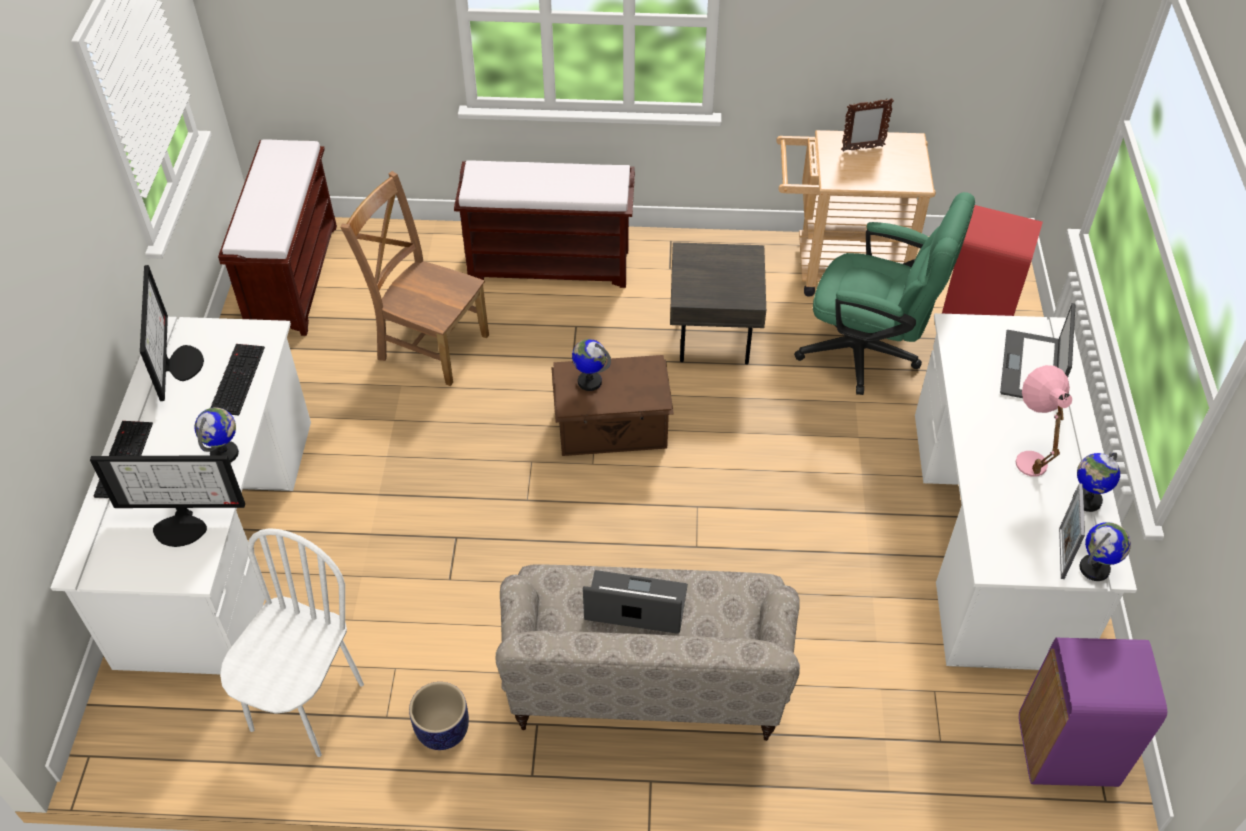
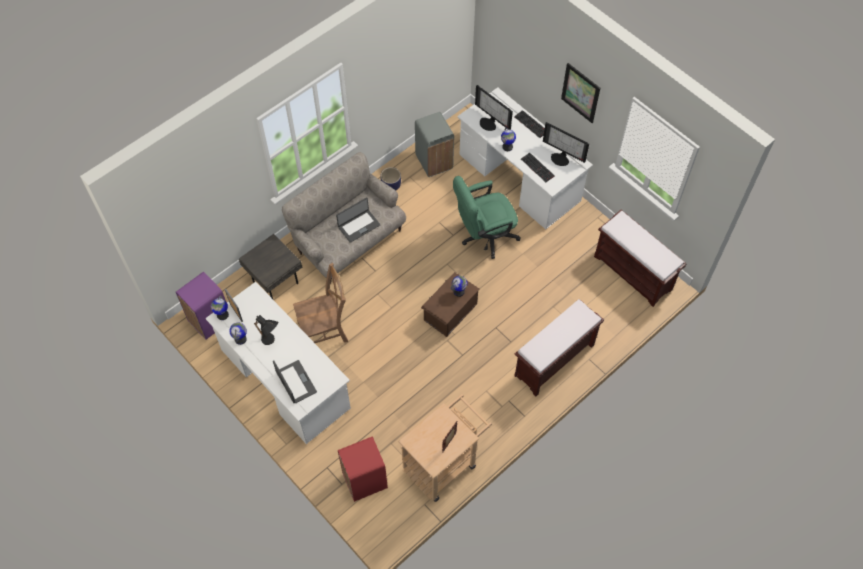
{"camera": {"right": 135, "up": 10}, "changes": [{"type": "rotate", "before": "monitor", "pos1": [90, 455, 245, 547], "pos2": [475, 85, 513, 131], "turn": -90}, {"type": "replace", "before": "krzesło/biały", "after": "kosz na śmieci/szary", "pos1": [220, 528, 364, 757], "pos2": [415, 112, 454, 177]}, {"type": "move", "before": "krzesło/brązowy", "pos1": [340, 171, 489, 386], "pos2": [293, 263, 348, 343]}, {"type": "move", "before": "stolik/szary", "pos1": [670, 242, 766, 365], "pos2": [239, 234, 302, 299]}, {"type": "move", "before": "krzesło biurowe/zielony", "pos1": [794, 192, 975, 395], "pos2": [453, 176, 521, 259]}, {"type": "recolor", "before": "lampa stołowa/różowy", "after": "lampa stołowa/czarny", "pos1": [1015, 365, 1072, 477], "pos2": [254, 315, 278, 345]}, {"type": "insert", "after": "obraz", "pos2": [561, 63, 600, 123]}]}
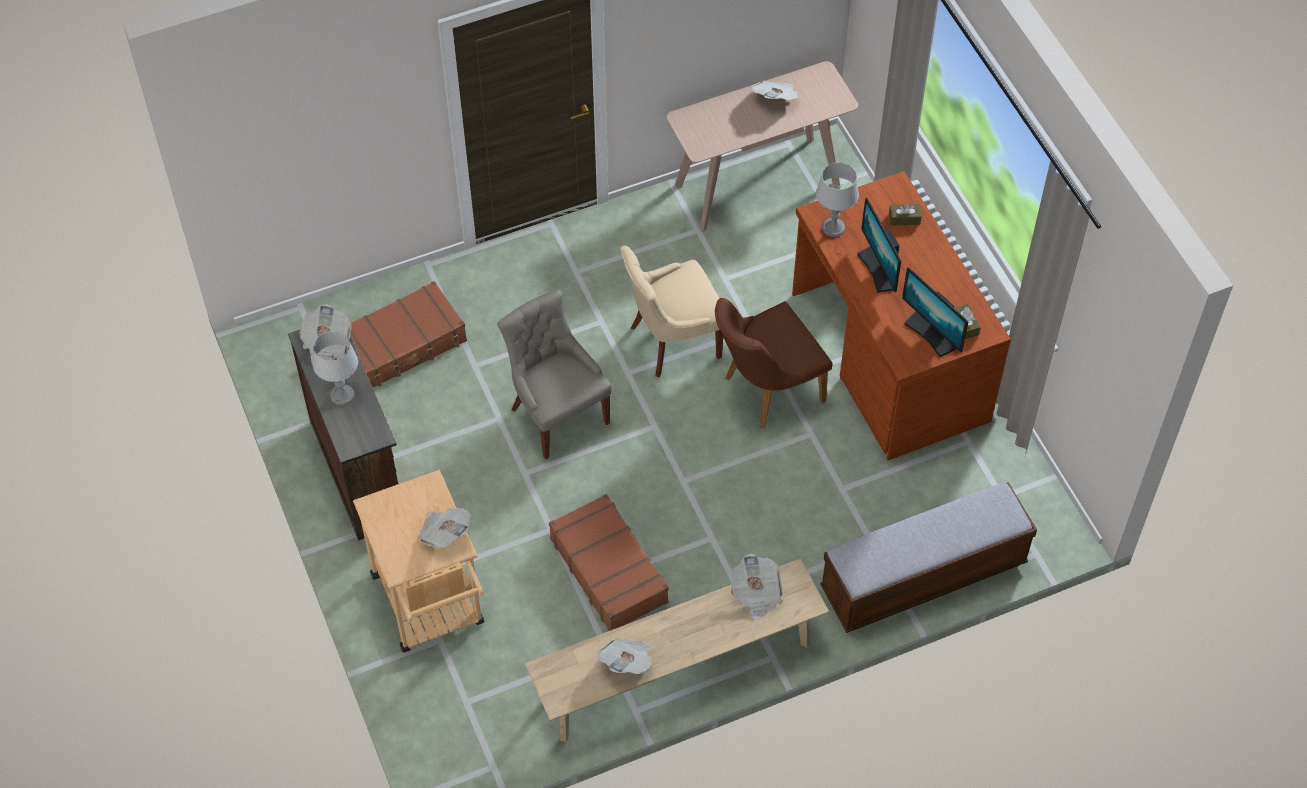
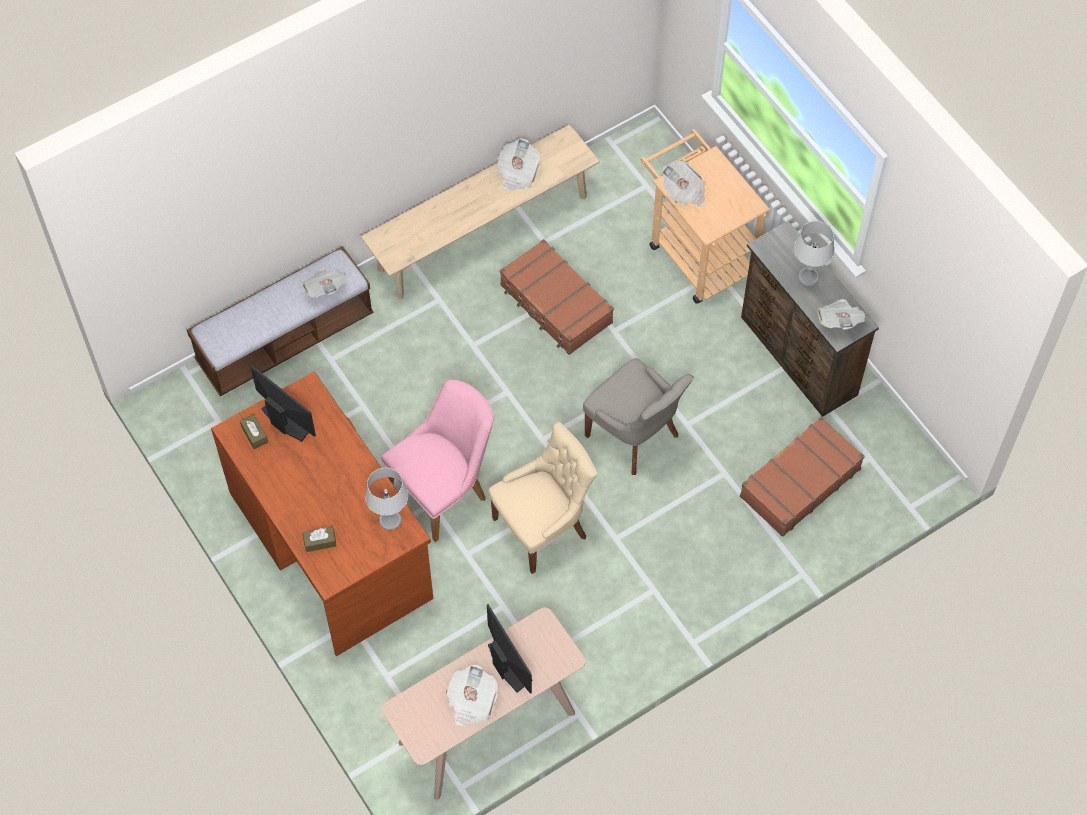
{"camera": {"right": 170, "up": 5}, "changes": [{"type": "recolor", "before": "krzesło/brązowy", "after": "krzesło/różowy", "pos1": [715, 298, 833, 428], "pos2": [381, 380, 493, 542]}, {"type": "move", "before": "gazeta", "pos1": [731, 553, 783, 620], "pos2": [302, 267, 347, 298]}, {"type": "move", "before": "monitor", "pos1": [857, 197, 901, 293], "pos2": [487, 604, 533, 694]}]}
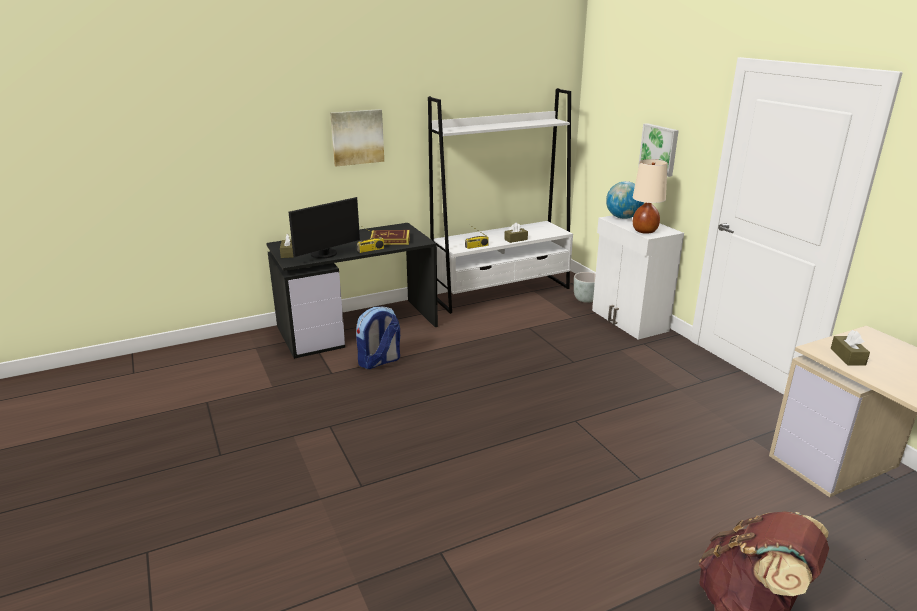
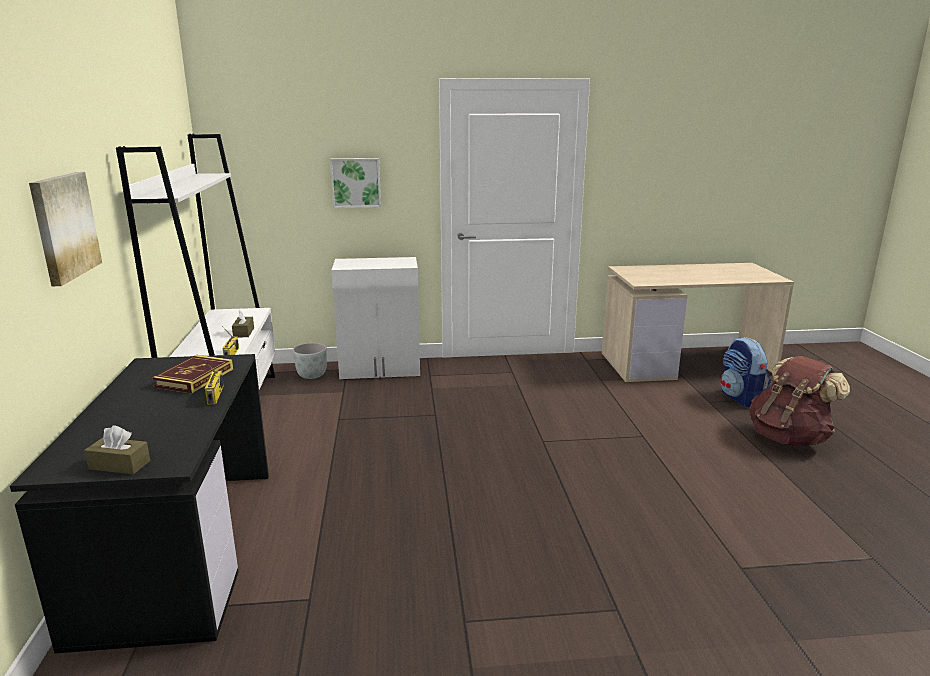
{"camera": {"right": -70, "up": -5}, "changes": [{"type": "delete", "before": "monitor", "pos1": [288, 197, 360, 259]}, {"type": "move", "before": "plecak", "pos1": [356, 307, 400, 369], "pos2": [720, 337, 771, 408]}, {"type": "delete", "before": "globus", "pos1": [606, 181, 644, 219]}, {"type": "delete", "before": "lampa stołowa/beżowy", "pos1": [633, 159, 668, 234]}, {"type": "delete", "before": "pudełko chusteczek/brązowy", "pos1": [831, 330, 870, 366]}]}
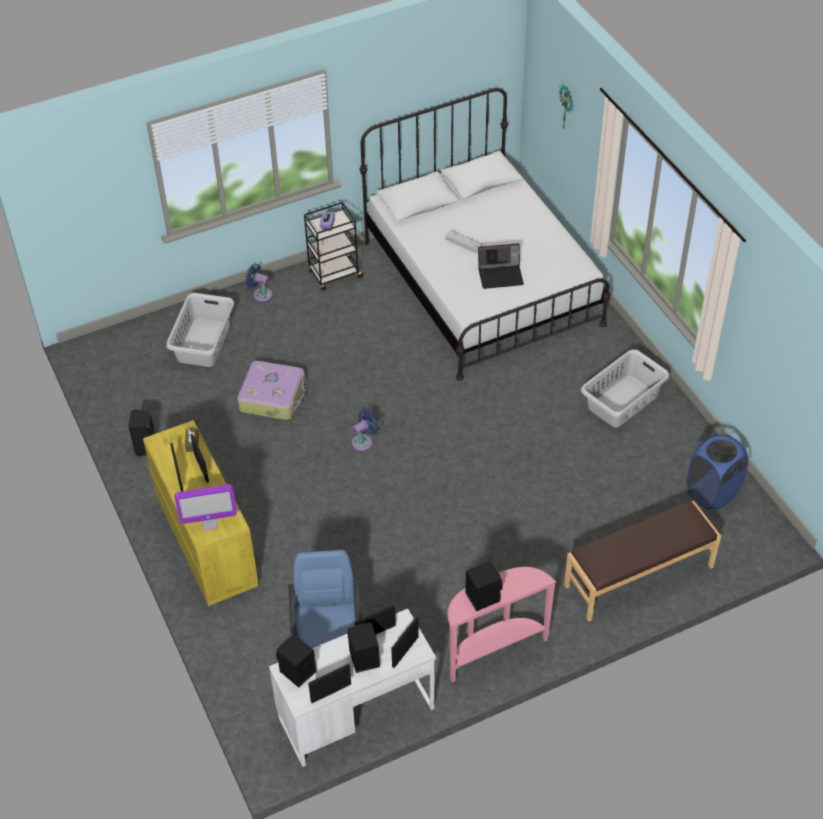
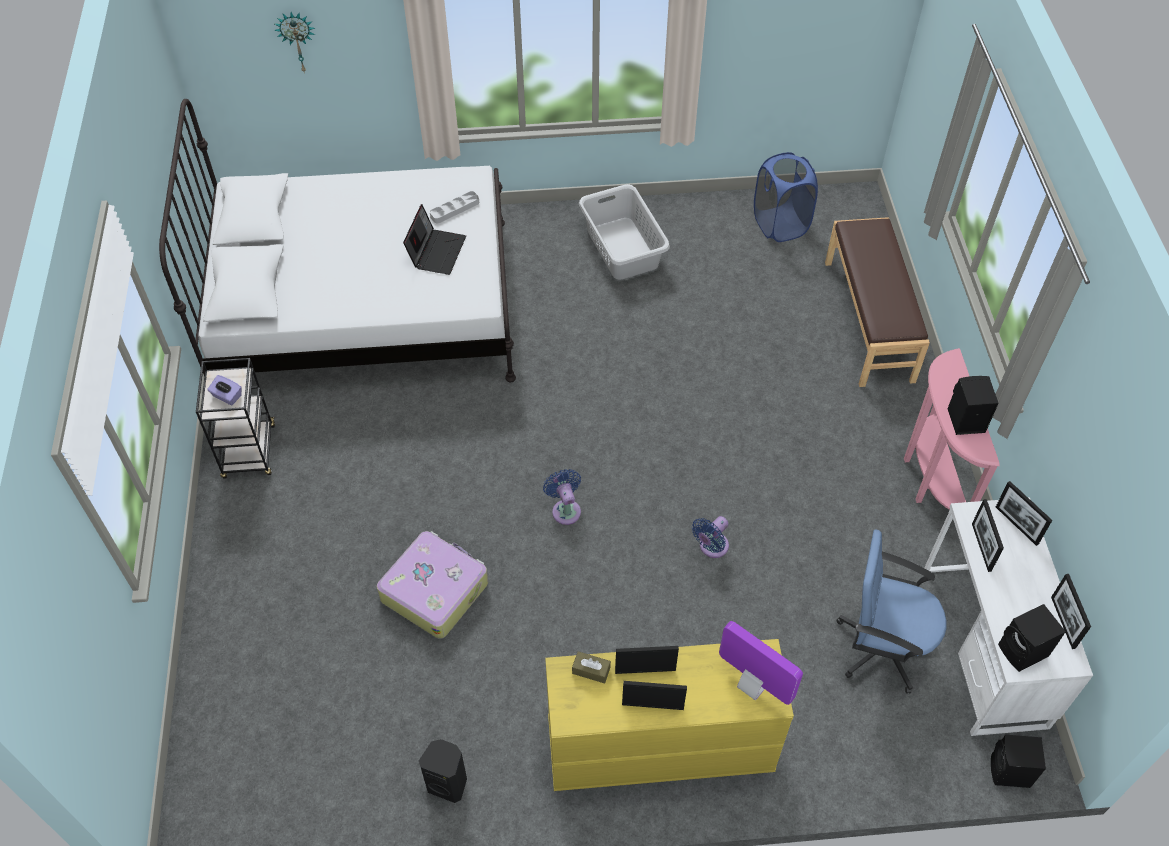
{"camera": {"right": -70, "up": 5}, "changes": [{"type": "delete", "before": "kosz na pranie/szary", "pos1": [166, 293, 234, 367]}, {"type": "rotate", "before": "monitor", "pos1": [174, 484, 237, 531], "pos2": [719, 621, 803, 705], "turn": -60}, {"type": "move", "before": "wentylator/niebieski", "pos1": [245, 264, 273, 302], "pos2": [692, 516, 729, 558]}, {"type": "move", "before": "głośnik/czarny", "pos1": [348, 623, 380, 673], "pos2": [991, 734, 1046, 788]}, {"type": "move", "before": "taca/szary", "pos1": [446, 230, 482, 253], "pos2": [430, 191, 479, 223]}]}
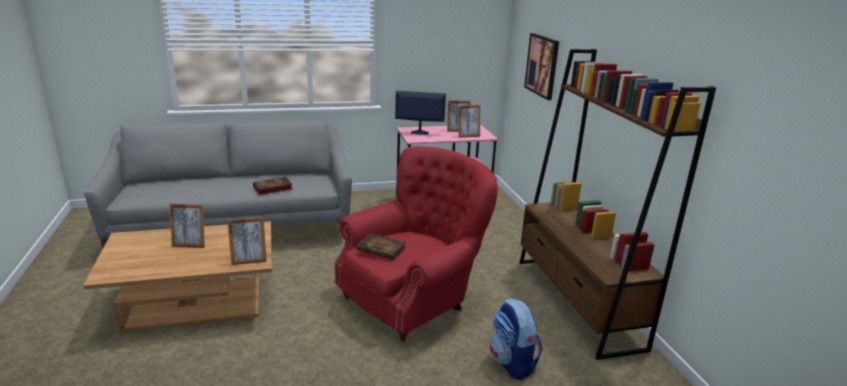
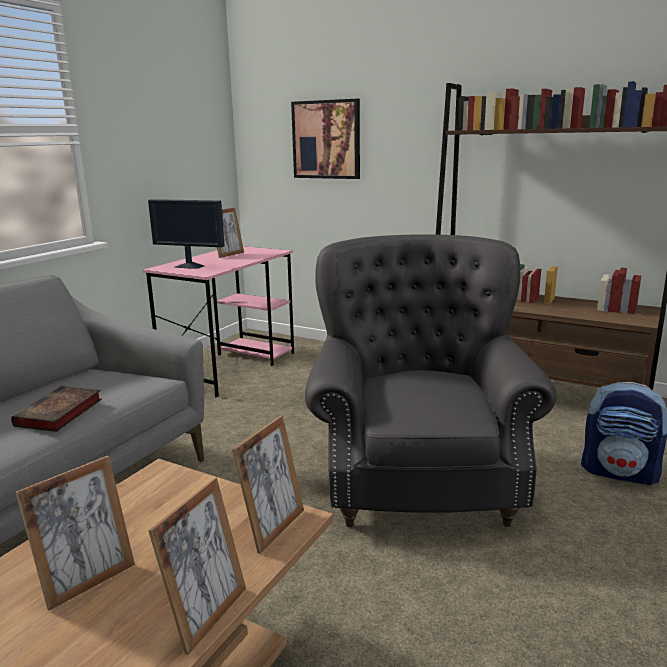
{"camera": {"right": -45, "up": -5}, "changes": [{"type": "recolor", "before": "fotel/czerwony", "after": "fotel/szary", "pos1": [335, 146, 498, 342], "pos2": [305, 234, 557, 527]}, {"type": "delete", "before": "książka", "pos1": [356, 233, 406, 260]}, {"type": "rotate", "before": "monitor", "pos1": [395, 91, 446, 135], "pos2": [148, 199, 225, 269], "turn": -120}, {"type": "move", "before": "ramka na zdjęcie", "pos1": [458, 105, 480, 138], "pos2": [148, 477, 246, 655]}]}
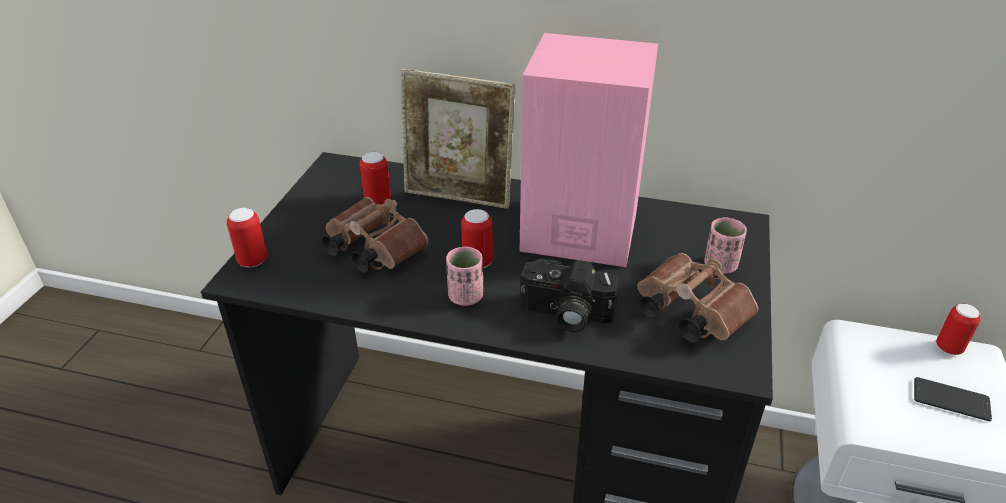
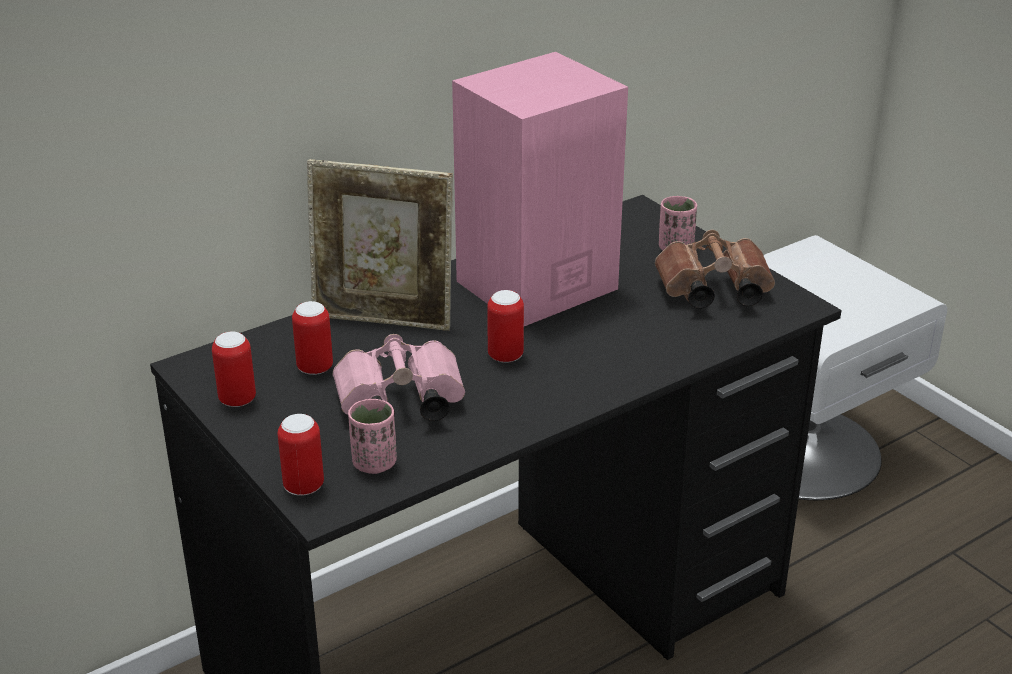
{"camera": {"right": -50, "up": -5}, "changes": [{"type": "recolor", "before": "lornetka/brązowy", "after": "lornetka/różowy", "pos1": [322, 197, 429, 273], "pos2": [333, 334, 465, 421]}, {"type": "rotate", "before": "ramka na zdjęcie", "pos1": [400, 68, 516, 209], "pos2": [307, 159, 453, 331], "turn": 45}, {"type": "move", "before": "filiżanka/różowy", "pos1": [446, 247, 483, 306], "pos2": [348, 399, 397, 474]}, {"type": "delete", "before": "aparat fotograficzny", "pos1": [520, 259, 619, 332]}, {"type": "delete", "before": "telefon", "pos1": [914, 377, 992, 421]}, {"type": "move", "before": "puszka", "pos1": [936, 304, 981, 355], "pos2": [212, 332, 256, 407]}]}
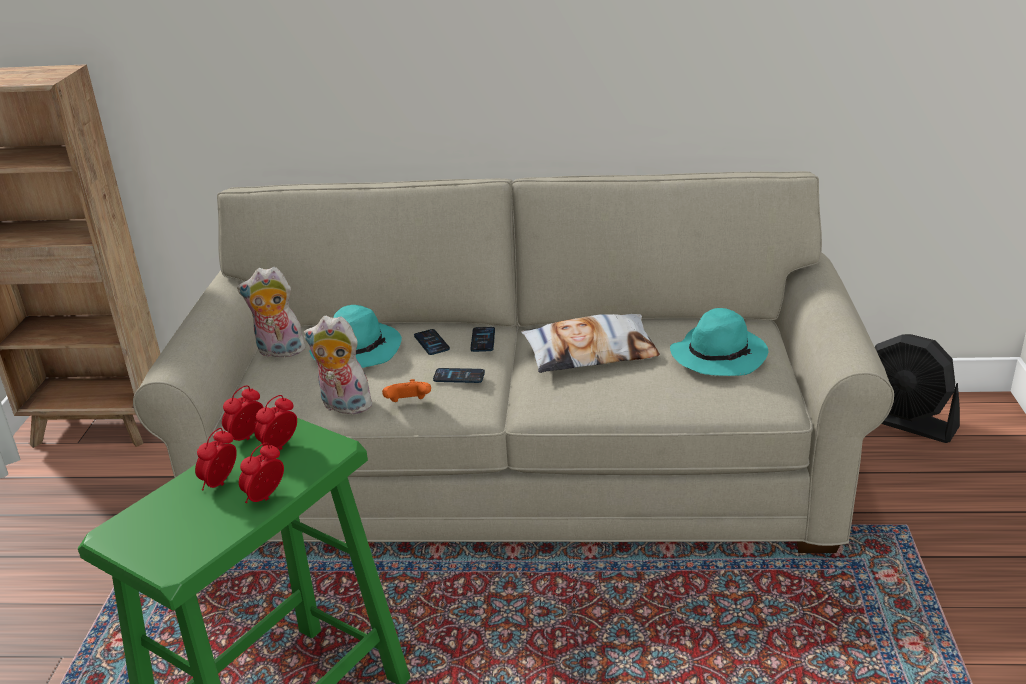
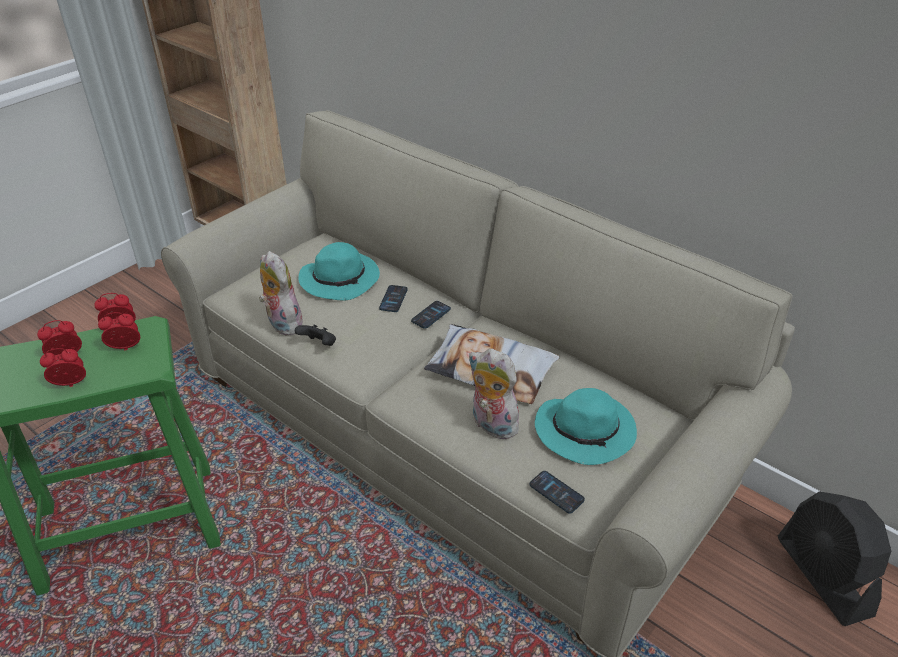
{"camera": {"right": 35, "up": 10}, "changes": [{"type": "move", "before": "pluszak", "pos1": [237, 267, 306, 357], "pos2": [469, 348, 525, 439]}, {"type": "recolor", "before": "pad do gier/pomarańczowy", "after": "pad do gier/czarny", "pos1": [382, 379, 431, 402], "pos2": [295, 325, 336, 346]}, {"type": "move", "before": "telefon", "pos1": [433, 368, 485, 383], "pos2": [529, 471, 585, 514]}]}
